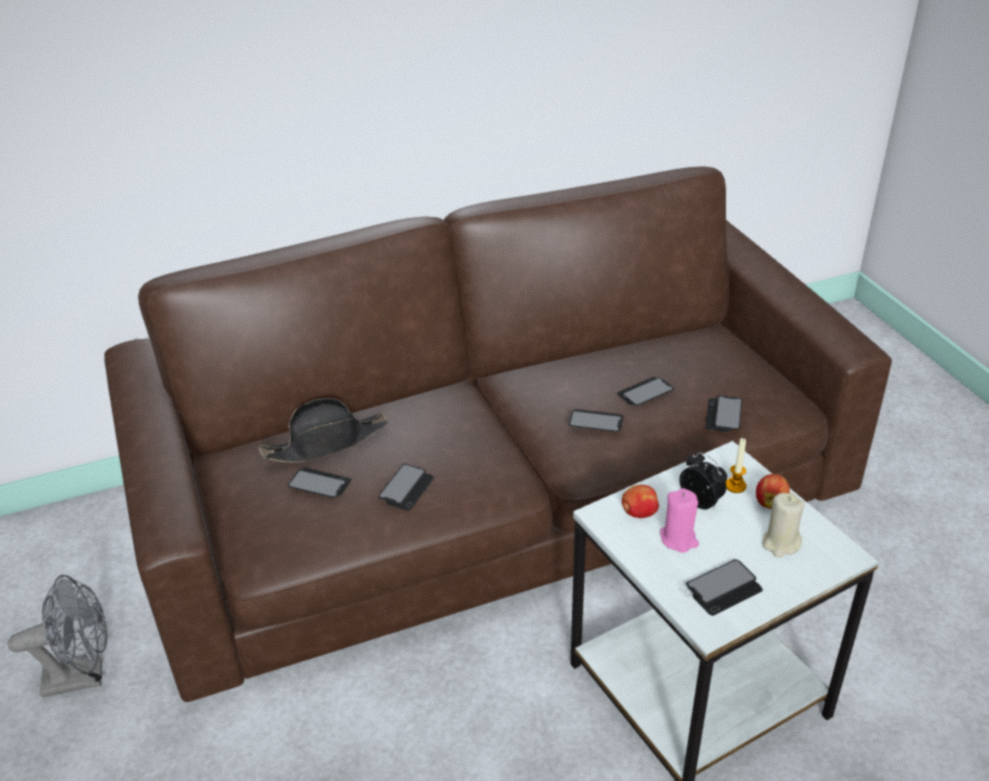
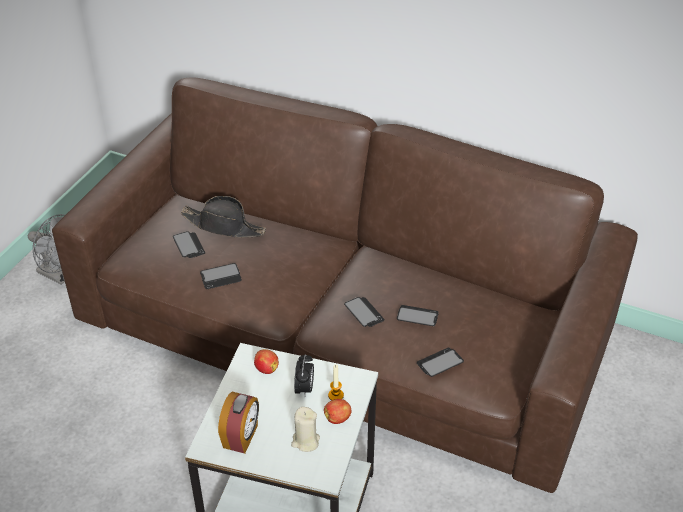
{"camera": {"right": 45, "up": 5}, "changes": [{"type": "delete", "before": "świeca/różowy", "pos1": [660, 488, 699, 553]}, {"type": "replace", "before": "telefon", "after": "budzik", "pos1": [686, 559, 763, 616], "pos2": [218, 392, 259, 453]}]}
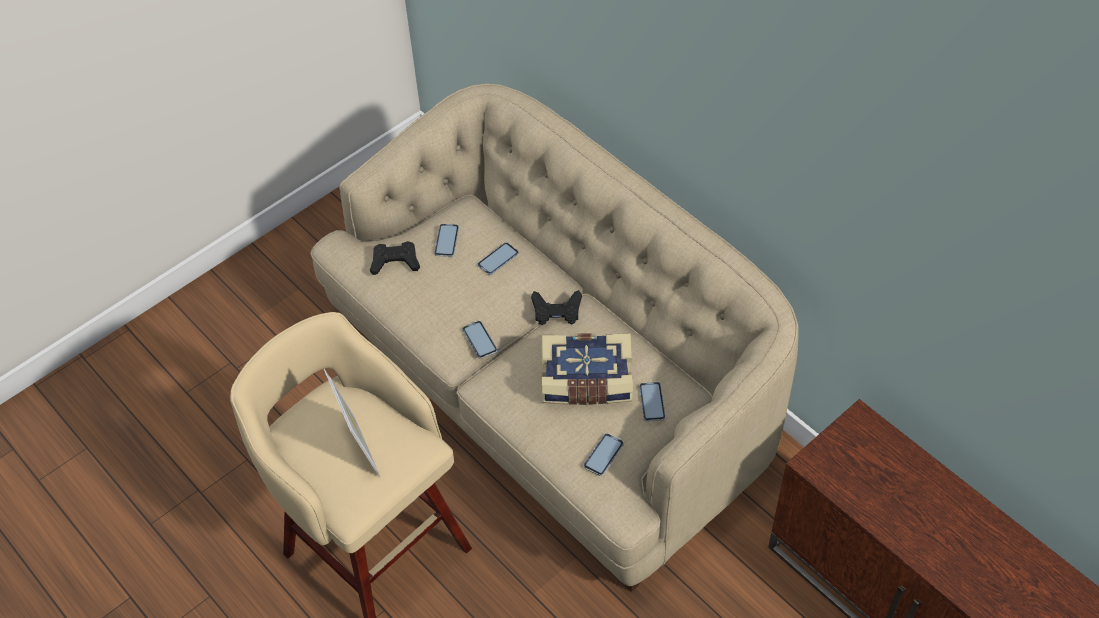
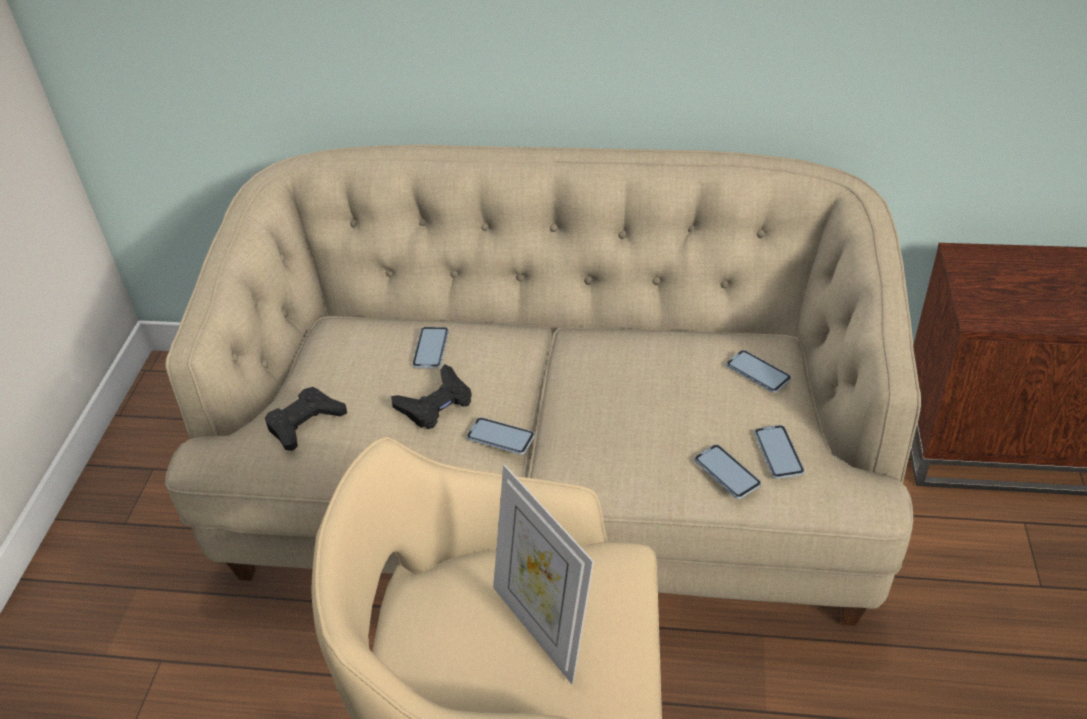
{"camera": {"right": -40, "up": -10}, "changes": [{"type": "rotate", "before": "ramka na zdjęcie", "pos1": [324, 369, 380, 477], "pos2": [493, 465, 594, 685], "turn": -150}, {"type": "move", "before": "telefon", "pos1": [434, 224, 459, 257], "pos2": [694, 444, 761, 499]}, {"type": "move", "before": "pad do gier/czarny", "pos1": [531, 290, 582, 325], "pos2": [391, 364, 472, 429]}, {"type": "delete", "before": "książka", "pos1": [542, 333, 633, 405]}]}
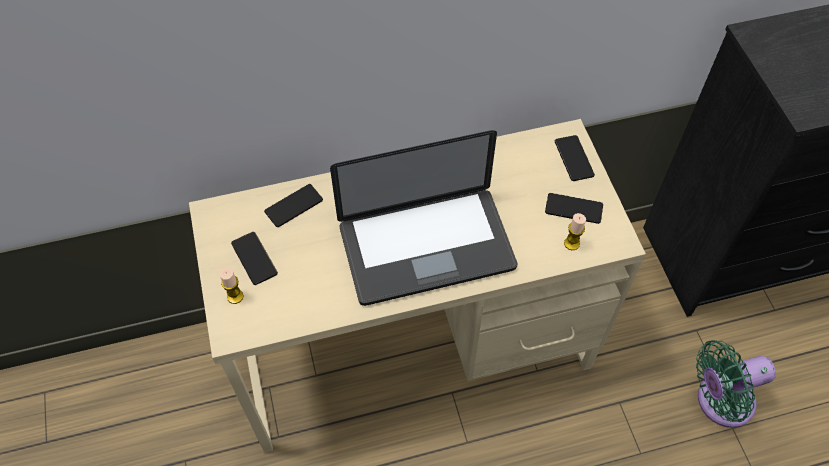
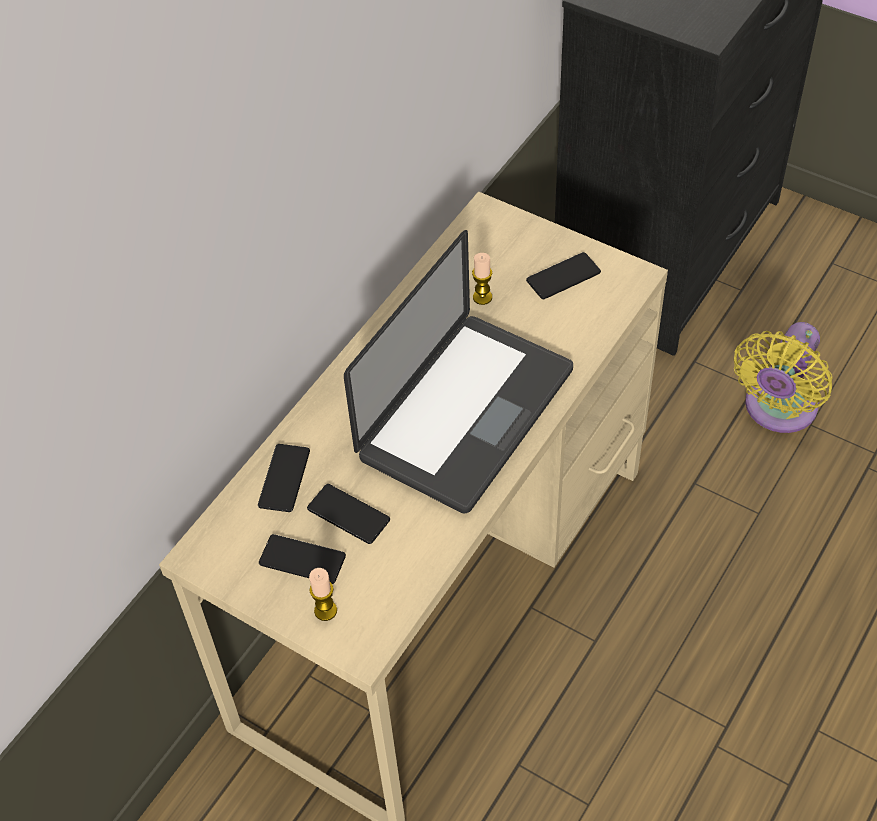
{"camera": {"right": -40, "up": -5}, "changes": [{"type": "move", "before": "telefon", "pos1": [555, 135, 595, 181], "pos2": [307, 484, 390, 544]}, {"type": "move", "before": "świeca", "pos1": [564, 213, 586, 250], "pos2": [472, 253, 492, 305]}, {"type": "recolor", "before": "wentylator/zielony", "after": "wentylator/żółty", "pos1": [696, 340, 776, 428], "pos2": [734, 322, 833, 433]}]}
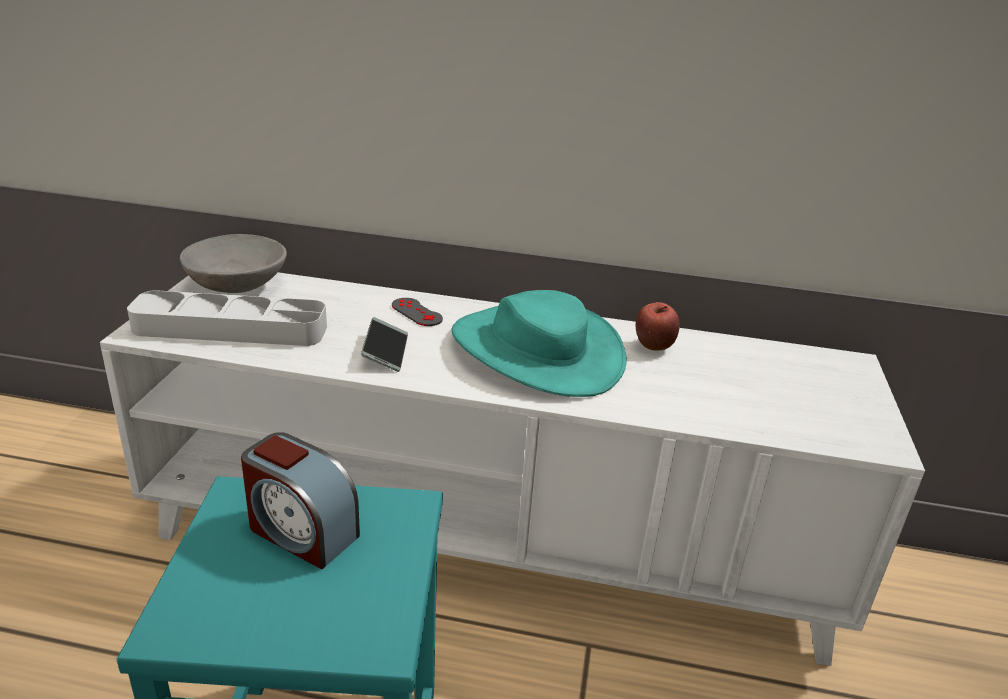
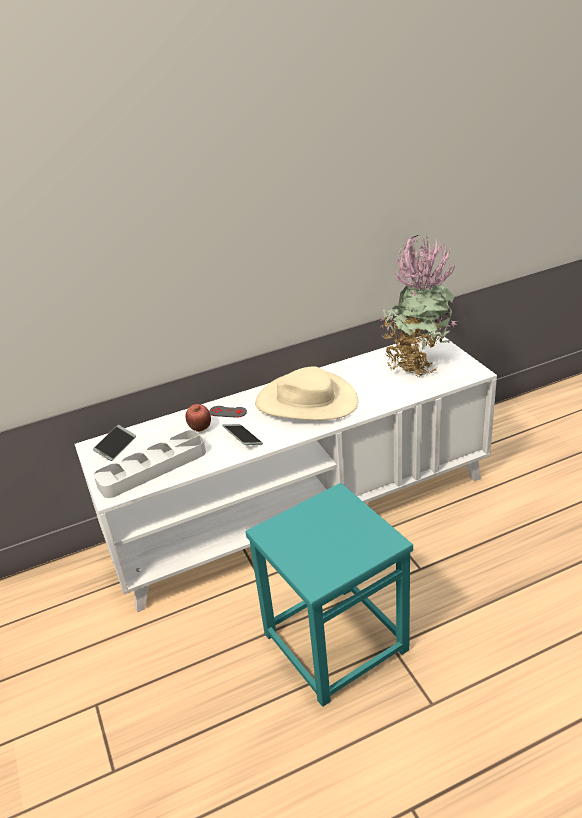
{"camera": {"right": -30, "up": 5}, "changes": [{"type": "replace", "before": "miska/szary", "after": "telefon", "pos1": [180, 234, 287, 293], "pos2": [93, 425, 136, 461]}, {"type": "delete", "before": "budzik", "pos1": [241, 432, 360, 569]}, {"type": "recolor", "before": "kapelusz/turkusowy", "after": "kapelusz/beżowy", "pos1": [451, 290, 627, 397], "pos2": [255, 367, 358, 420]}, {"type": "move", "before": "jabłko", "pos1": [636, 302, 680, 351], "pos2": [185, 404, 211, 432]}, {"type": "insert", "after": "roślina doniczkowa", "pos2": [381, 235, 457, 377]}]}
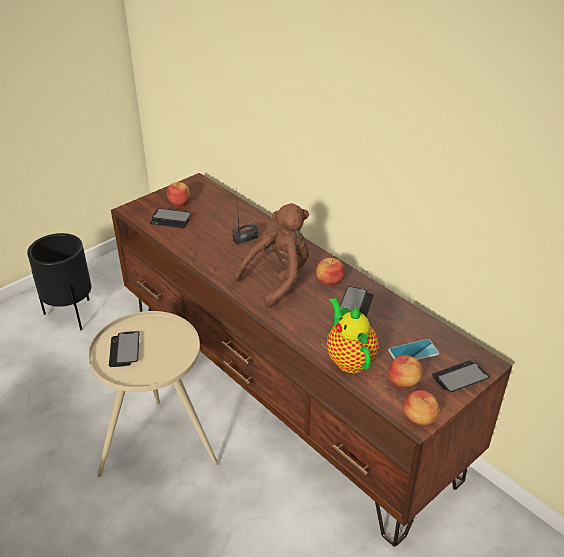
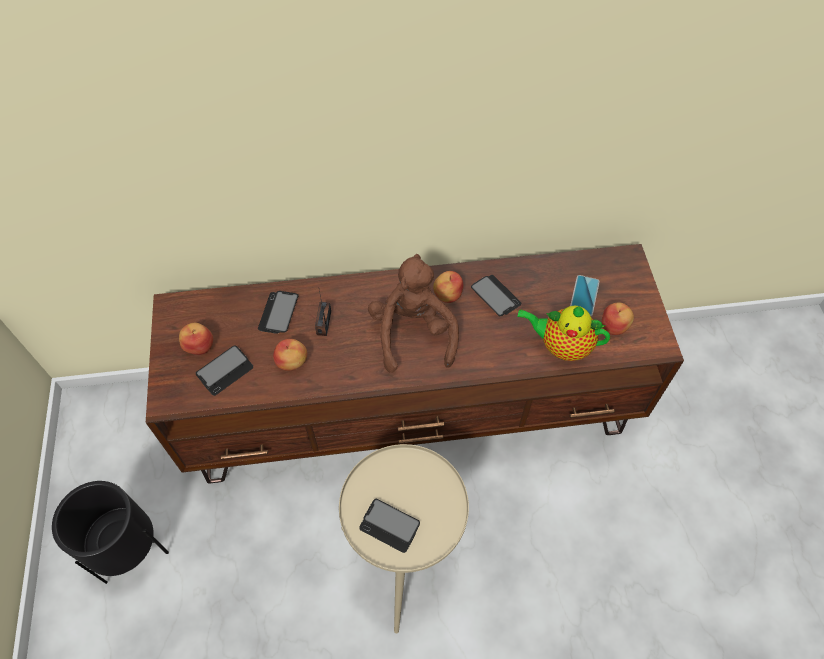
{"camera": {"right": -55, "up": 20}, "changes": [{"type": "move", "before": "jabłko", "pos1": [403, 390, 439, 426], "pos2": [273, 339, 307, 371]}, {"type": "move", "before": "telefon", "pos1": [432, 361, 490, 392], "pos2": [258, 291, 299, 334]}]}
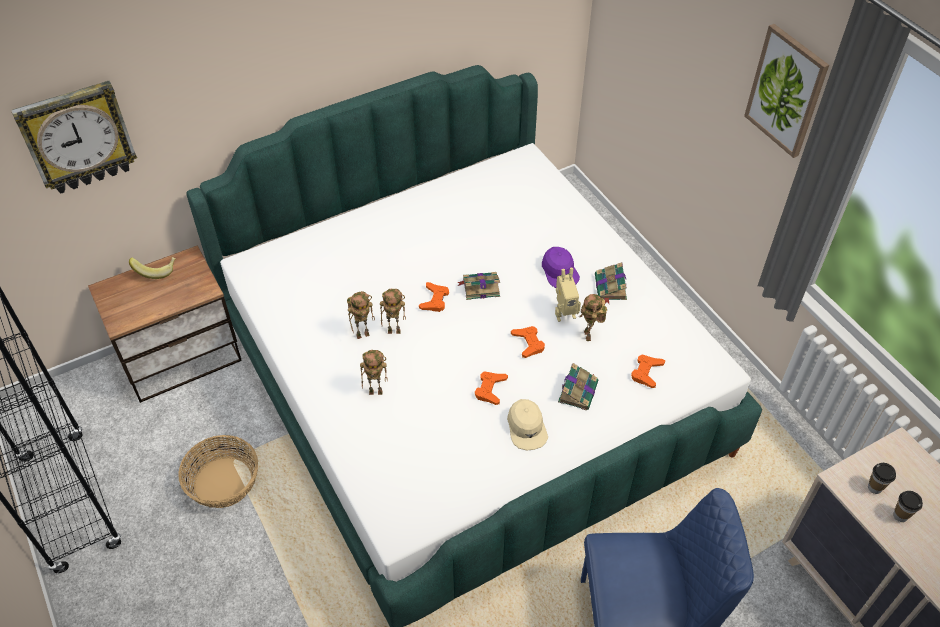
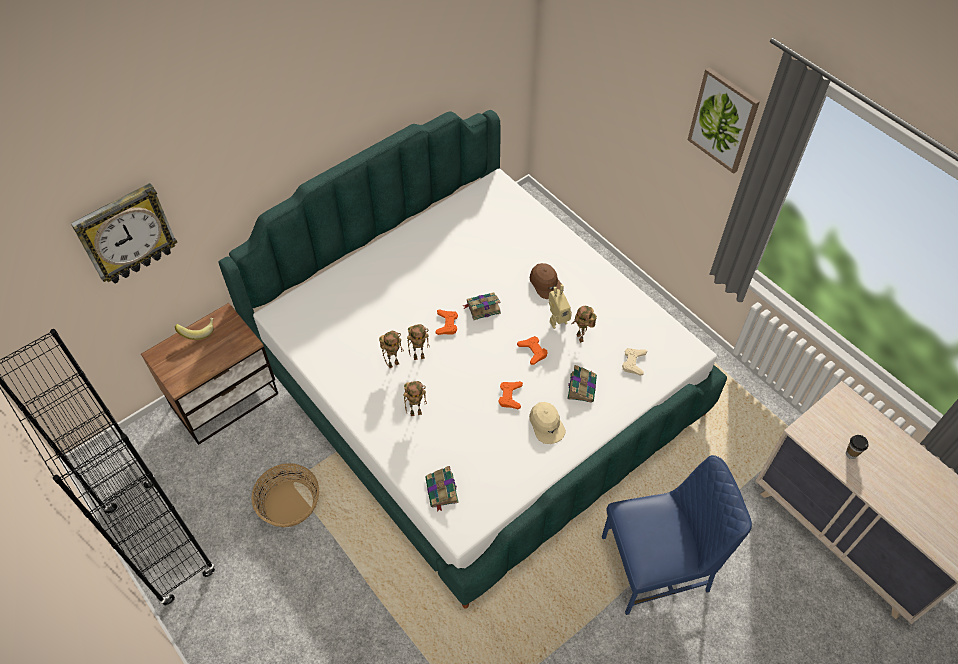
{"camera": {"right": -10, "up": 5}, "changes": [{"type": "recolor", "before": "czapka z daszkiem/fioletowy", "after": "czapka z daszkiem/brązowy", "pos1": [542, 247, 580, 288], "pos2": [530, 263, 564, 299]}, {"type": "move", "before": "książka", "pos1": [595, 262, 627, 304], "pos2": [425, 466, 459, 512]}, {"type": "recolor", "before": "pad do gier/pomarańczowy", "after": "pad do gier/beżowy", "pos1": [631, 355, 665, 388], "pos2": [622, 348, 647, 376]}, {"type": "delete", "before": "filiżanka", "pos1": [868, 463, 896, 494]}]}
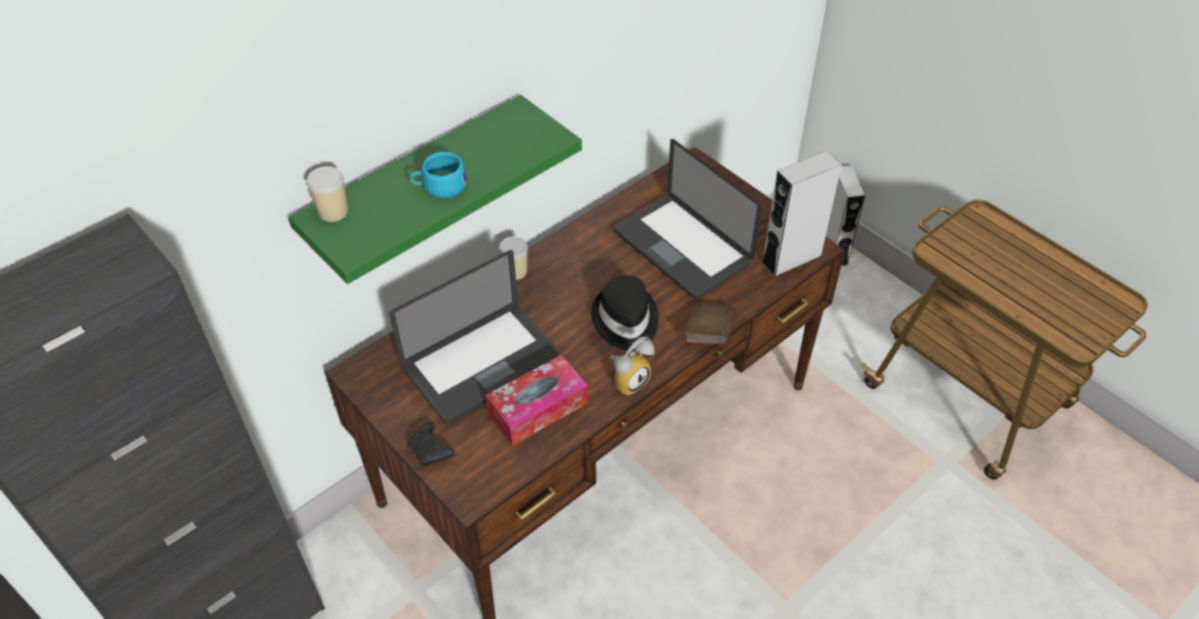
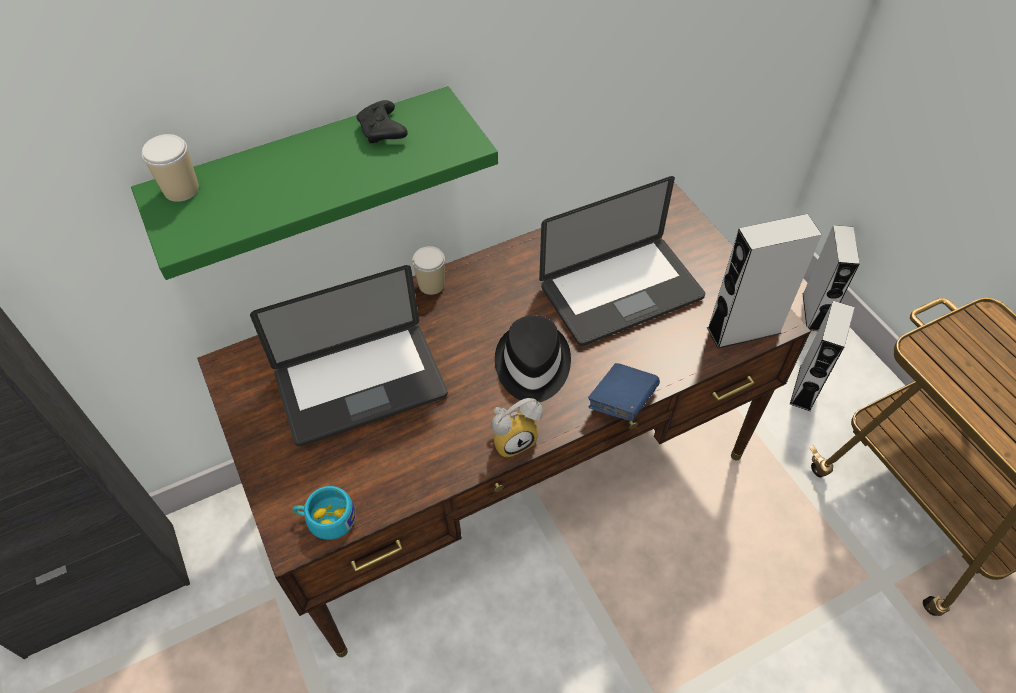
{"camera": {"right": 15, "up": 5}, "changes": [{"type": "move", "before": "pad do gier/czarny", "pos1": [407, 422, 454, 466], "pos2": [356, 100, 408, 143]}, {"type": "move", "before": "filiżanka/turkusowy", "pos1": [410, 152, 467, 198], "pos2": [293, 486, 356, 540]}, {"type": "delete", "before": "pudełko chusteczek", "pos1": [485, 355, 588, 446]}, {"type": "rotate", "before": "laptop", "pos1": [614, 139, 762, 299], "pos2": [539, 176, 705, 346], "turn": -90}, {"type": "recolor", "before": "książka/brązowy", "after": "książka/niebieski", "pos1": [684, 303, 737, 344], "pos2": [588, 363, 660, 421]}, {"type": "insert", "after": "głośnik/szary", "pos2": [790, 301, 854, 411]}]}
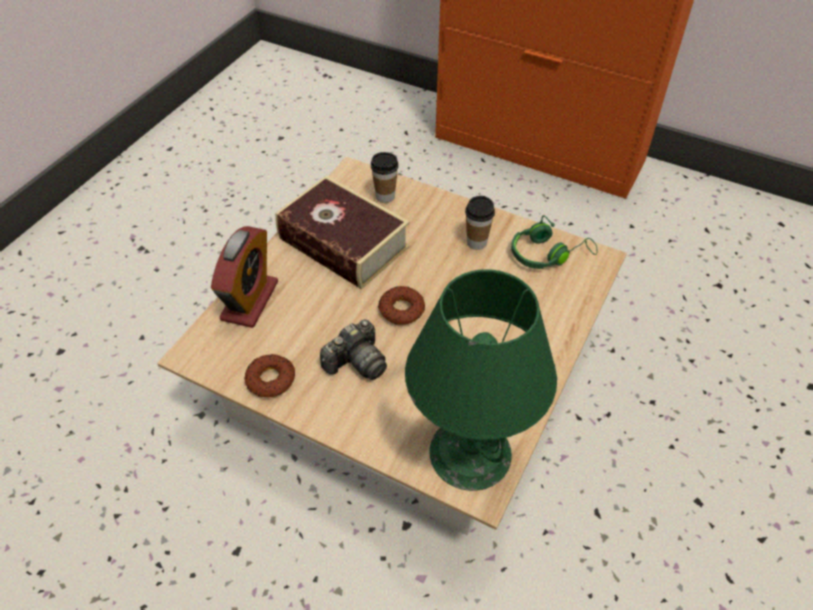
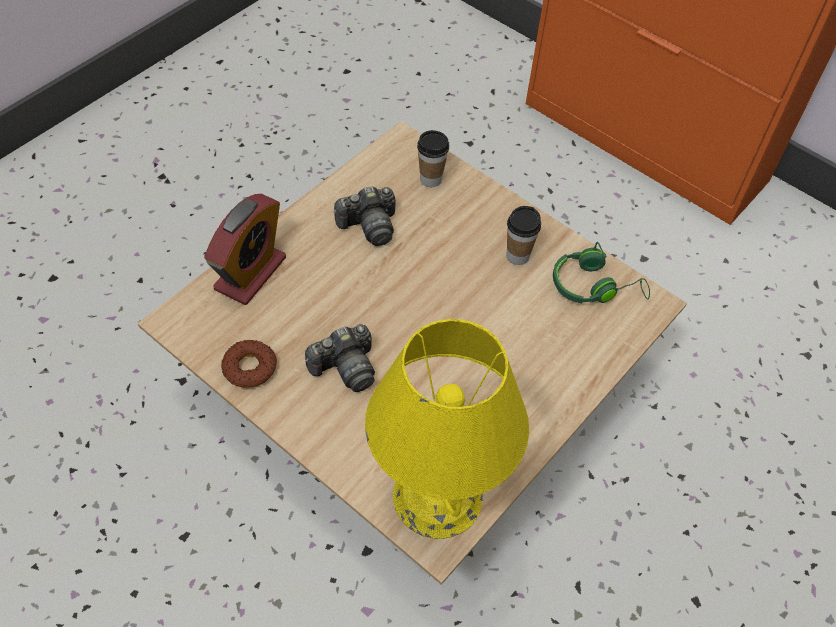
{"camera": {"right": 10, "up": 5}, "changes": [{"type": "replace", "before": "książka", "after": "aparat fotograficzny", "pos1": [275, 175, 410, 290], "pos2": [334, 186, 396, 246]}, {"type": "delete", "before": "donut", "pos1": [378, 286, 425, 325]}, {"type": "recolor", "before": "lampa stołowa/zielony", "after": "lampa stołowa/żółty", "pos1": [405, 269, 557, 491], "pos2": [365, 319, 529, 539]}]}
